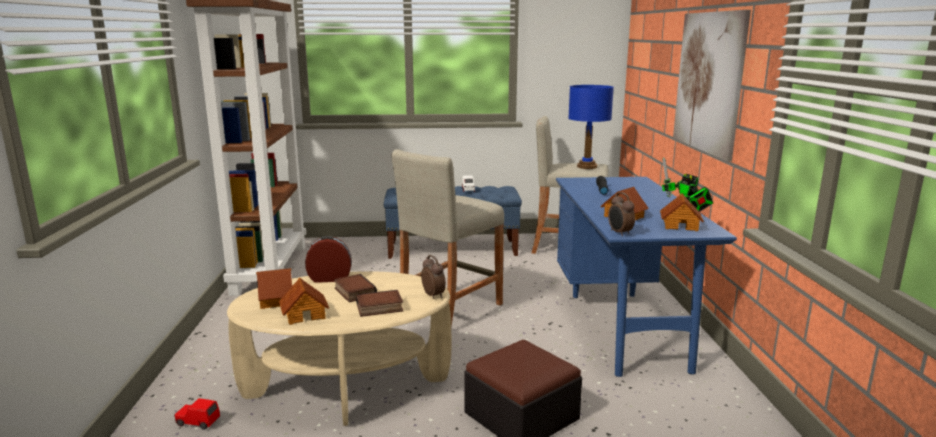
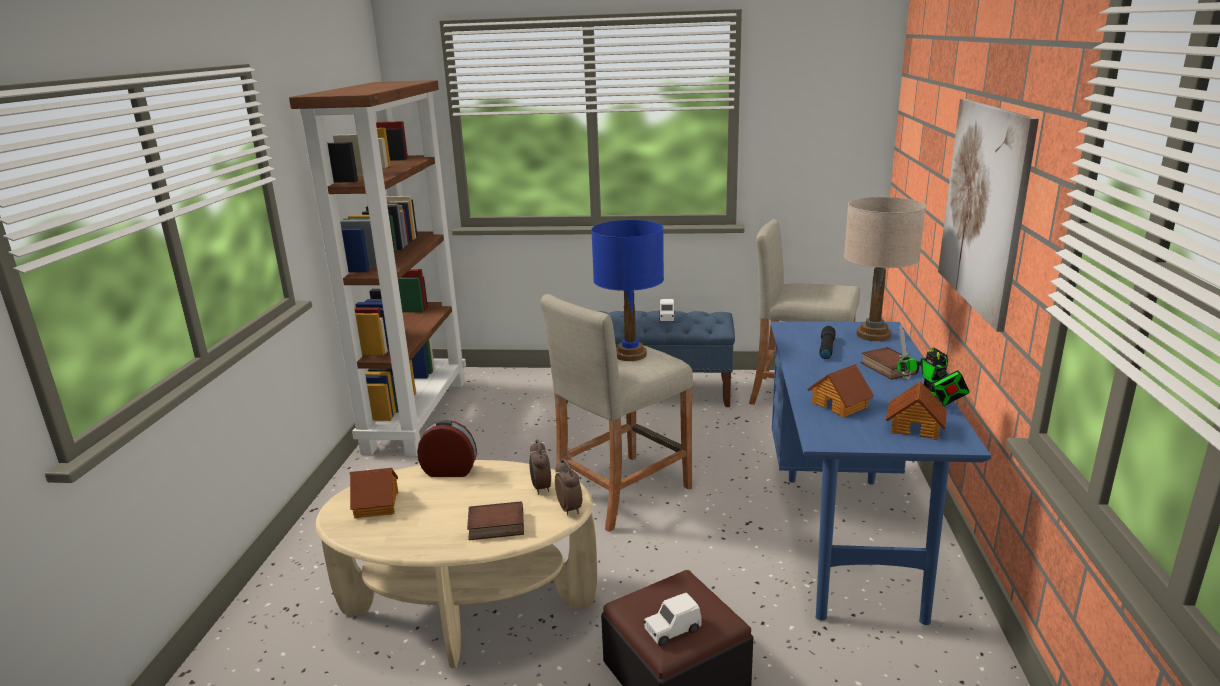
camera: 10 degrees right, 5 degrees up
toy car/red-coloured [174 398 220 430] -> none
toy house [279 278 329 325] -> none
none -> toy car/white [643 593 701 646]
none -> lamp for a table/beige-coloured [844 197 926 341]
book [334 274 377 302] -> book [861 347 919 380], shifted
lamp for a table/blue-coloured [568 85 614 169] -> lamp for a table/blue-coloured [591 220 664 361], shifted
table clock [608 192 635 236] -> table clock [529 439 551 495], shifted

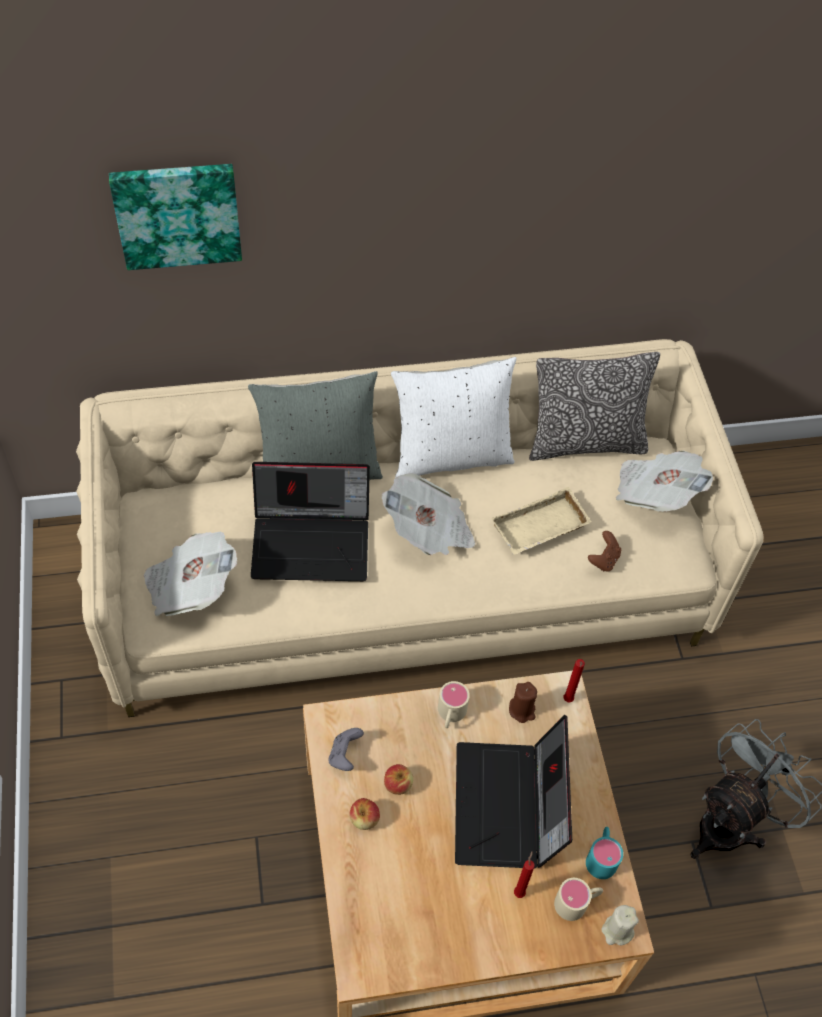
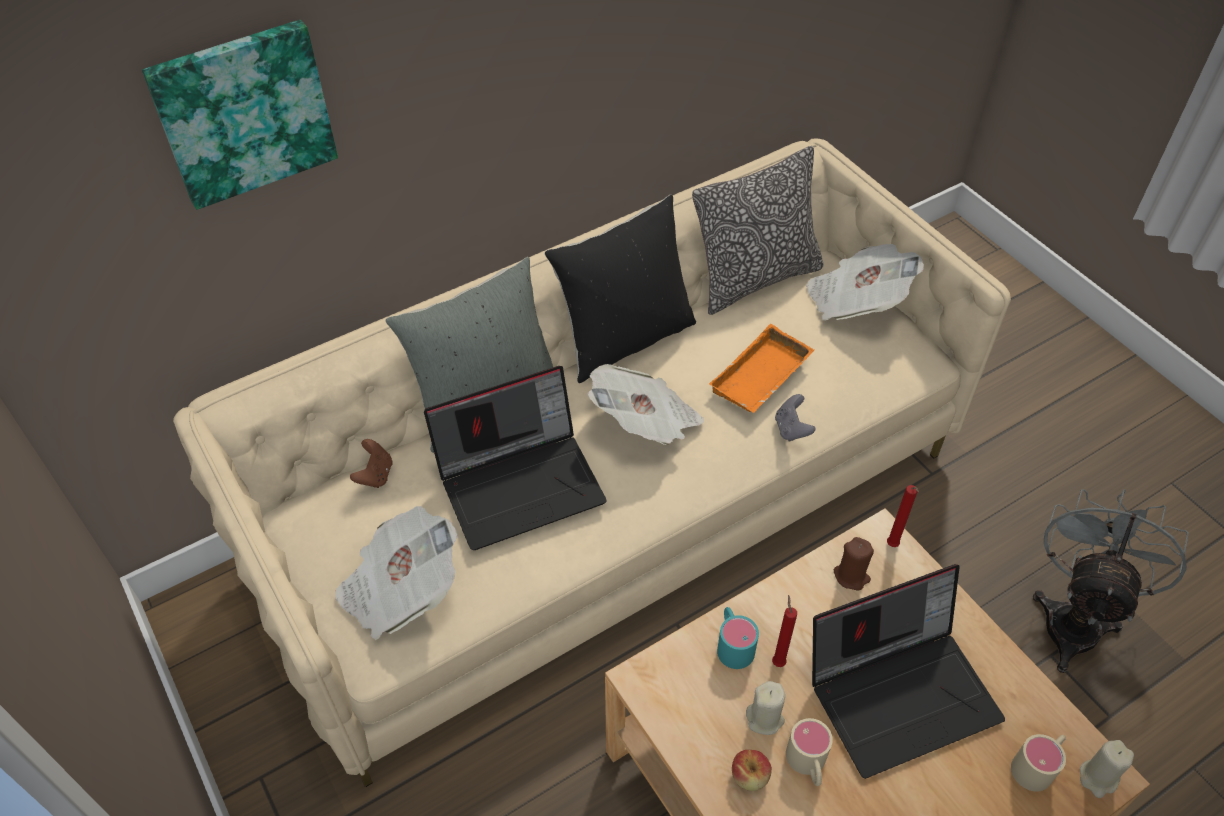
camera: 20 degrees left, 5 degrees down
joypad/greyish [328 728 364 771] -> joypad/greyish [775 394 815 442], shifted
coffee mug/beige-coloured [438 681 470 728] -> coffee mug/beige-coloured [786 718 833 786], shifted
wax light/red-coloured [514 851 535 898] -> wax light/red-coloured [772 595 797 667], shifted
coffee mug/turquoise [586 827 623 879] -> coffee mug/turquoise [717 607 759 669], shifted
joypad/brown-coloured [588 531 621 572] -> joypad/brown-coloured [350 439 393 488], shifted
whole apple [384 764 413 795] -> wax light/beige-coloured [746 681 785 735]
cushion/white [391 357 517 478] -> cushion/black-coloured [545 194 696 383]
carrying tray/beige-coloured [491 487 592 555] -> carrying tray/orange [709 324 814 413]
laptop [455 715 572 869] -> laptop [812 564 1005 779], 90 degrees counterclockwise

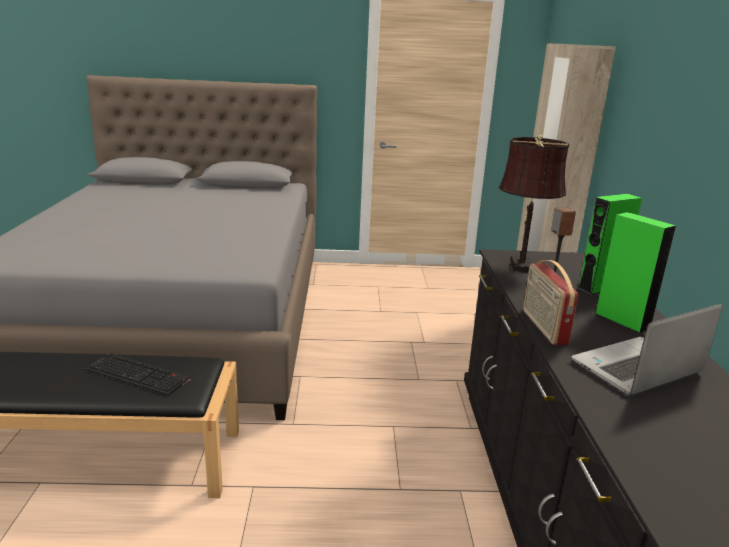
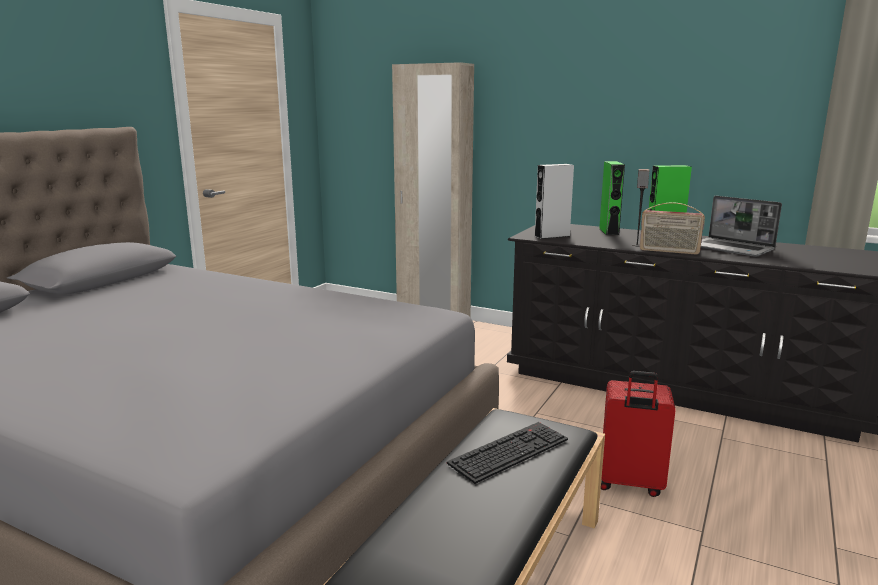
camera: 60 degrees left, 5 degrees down
none -> travel case/red-coloured [601 371 676 497]
lamp for a table/brown-coloured [499 135 569 272] -> audio speaker/greyish [534 164 574 239]
laptop [572 304 723 396] -> laptop [701 196 782 257], 45 degrees counterclockwise

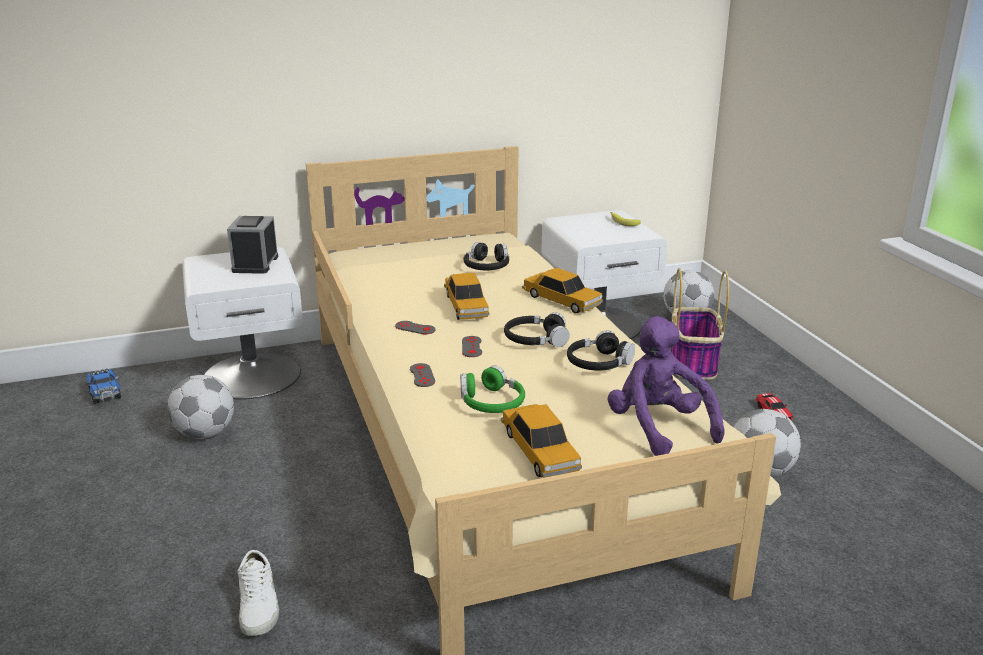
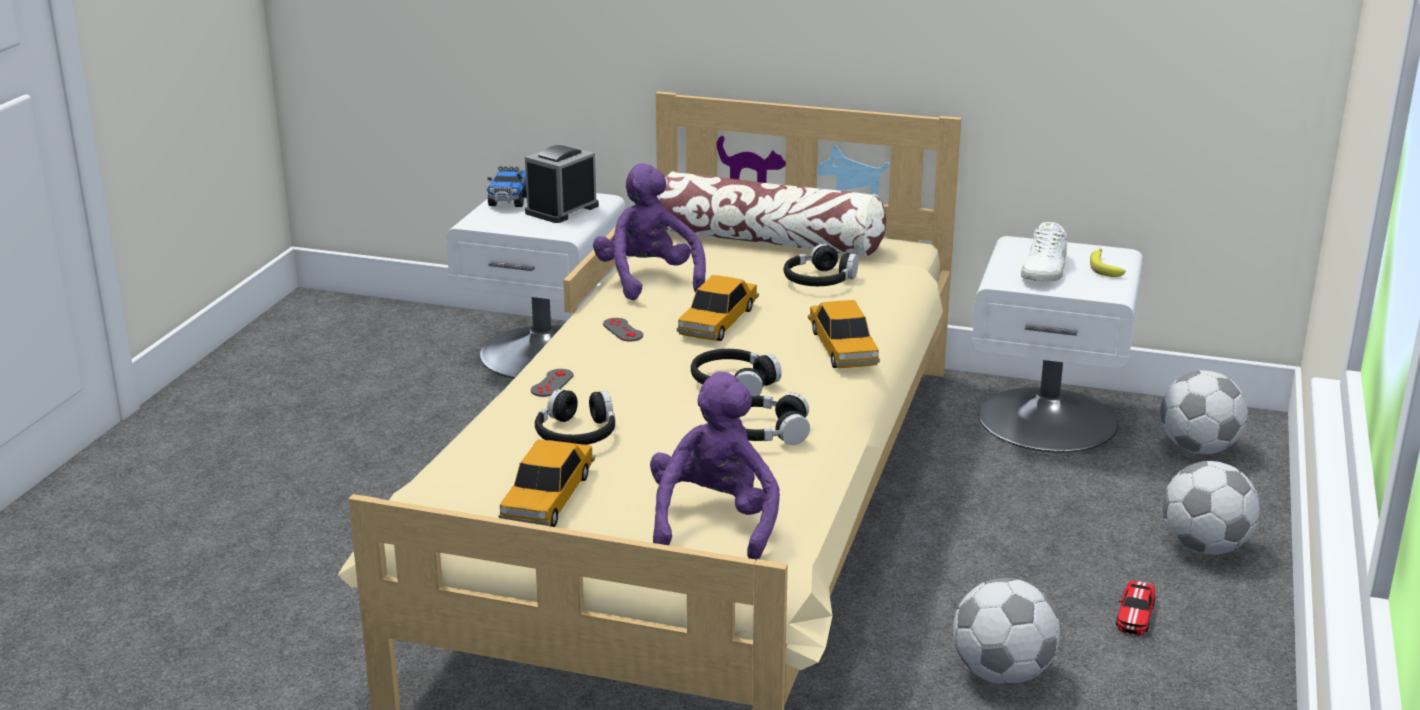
camera: 35 degrees right, 0 degrees up
joypad/greyish [462 336 482 357] -> none
basket [671 268 729 380] -> none
none -> plush toy/purple [593 164 706 301]
none -> cushion [657 171 886 257]
toy truck [86 369 121 404] -> toy truck [487 166 527 207], shifted
football [167 375 234 439] -> football [1163 461 1260 555], shifted
shoe/white [237 550 279 636] -> shoe/white [1021 222 1067 282], shifted
headphones/green-coloured [461 365 525 413] -> headphones/black-coloured [535 389 615 445]

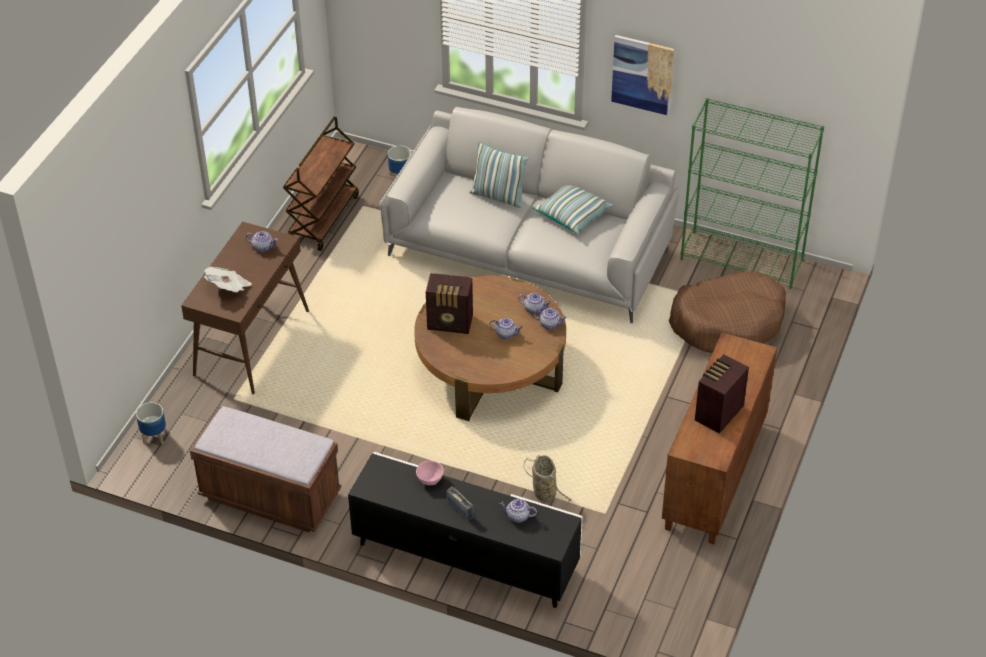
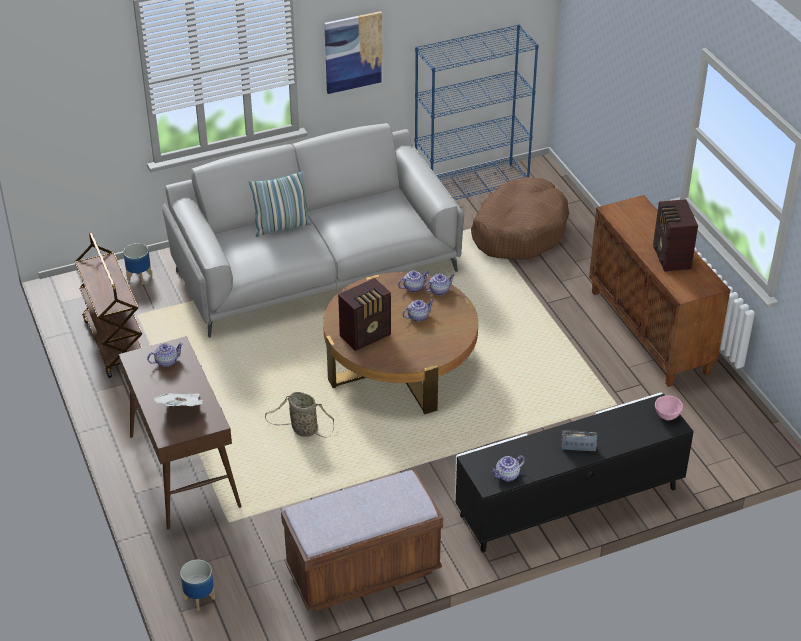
camera: 45 degrees left, 5 degrees down
cushion [533 185 613 234] -> none
serving bowl/pinkish [416 461 444 485] -> serving bowl/pinkish [655 395 683 420], shifted
teapot [499 499 537 523] -> teapot [491 456 525 481], shifted
basket [524 455 572 507] -> basket [265 392 334 438], shifted
shelving unit/green-coloured [681 98 824 289] -> shelving unit/blue-coloured [415 24 539 200]

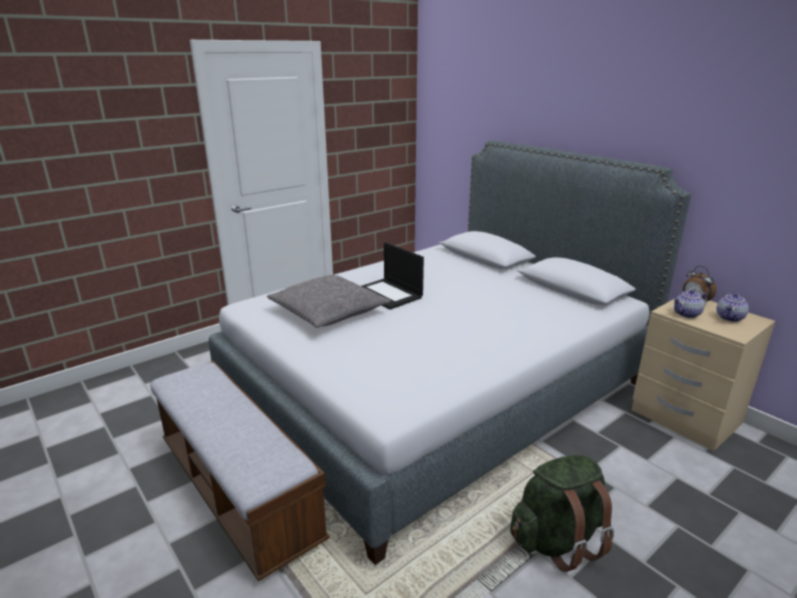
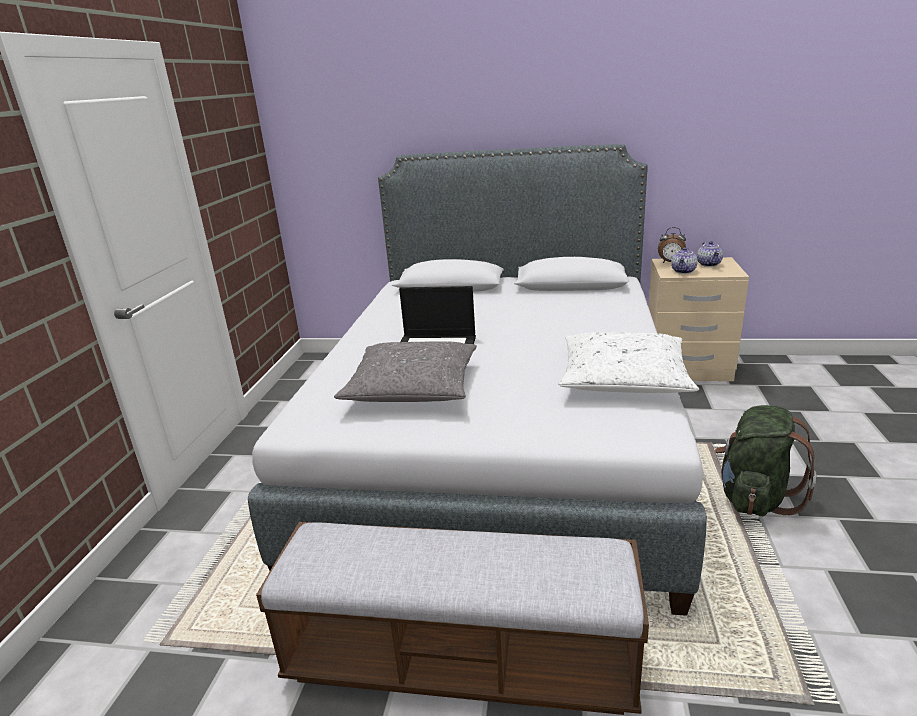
camera: 40 degrees left, 0 degrees up
none -> cushion/white [559 332 699 393]

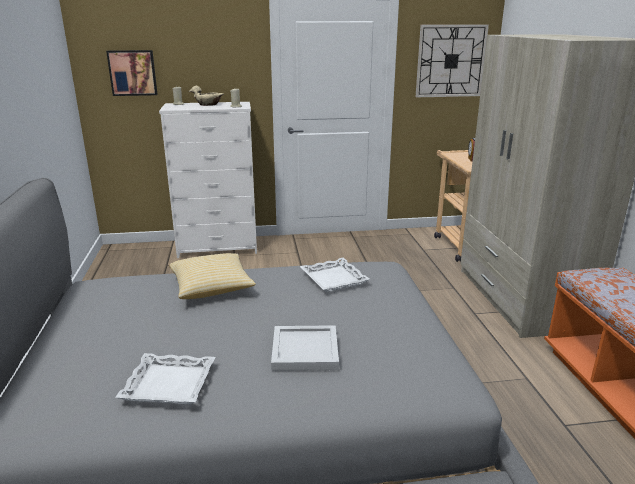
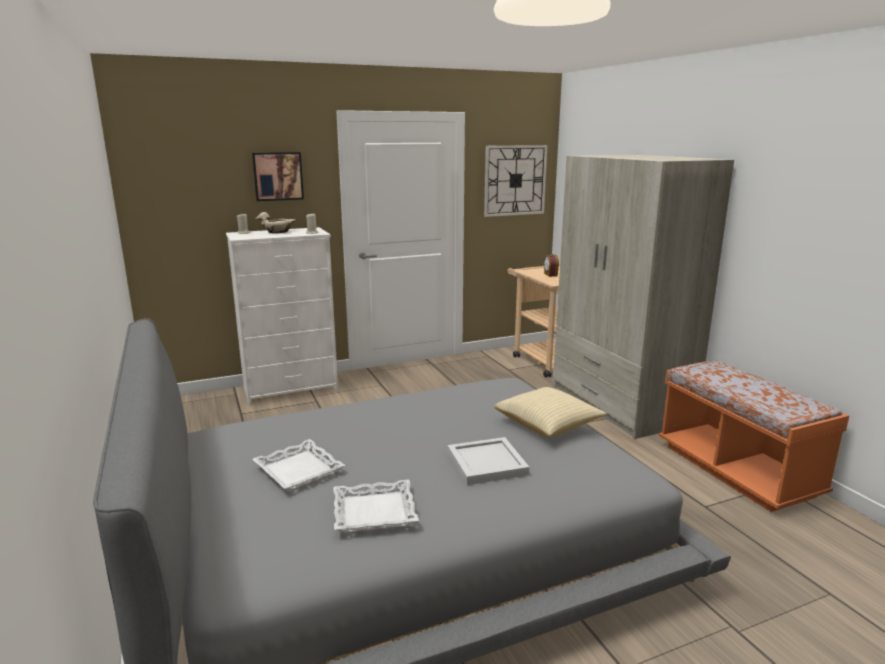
camera: 15 degrees left, 5 degrees down
wall picture [106 50 158 96] -> wall picture [252 152 304 201], shifted
cushion [169 253 256 299] -> cushion [494 387 606 438], shifted
carrying tray/white [300 258 370 292] -> carrying tray/white [253 439 345 491], shifted

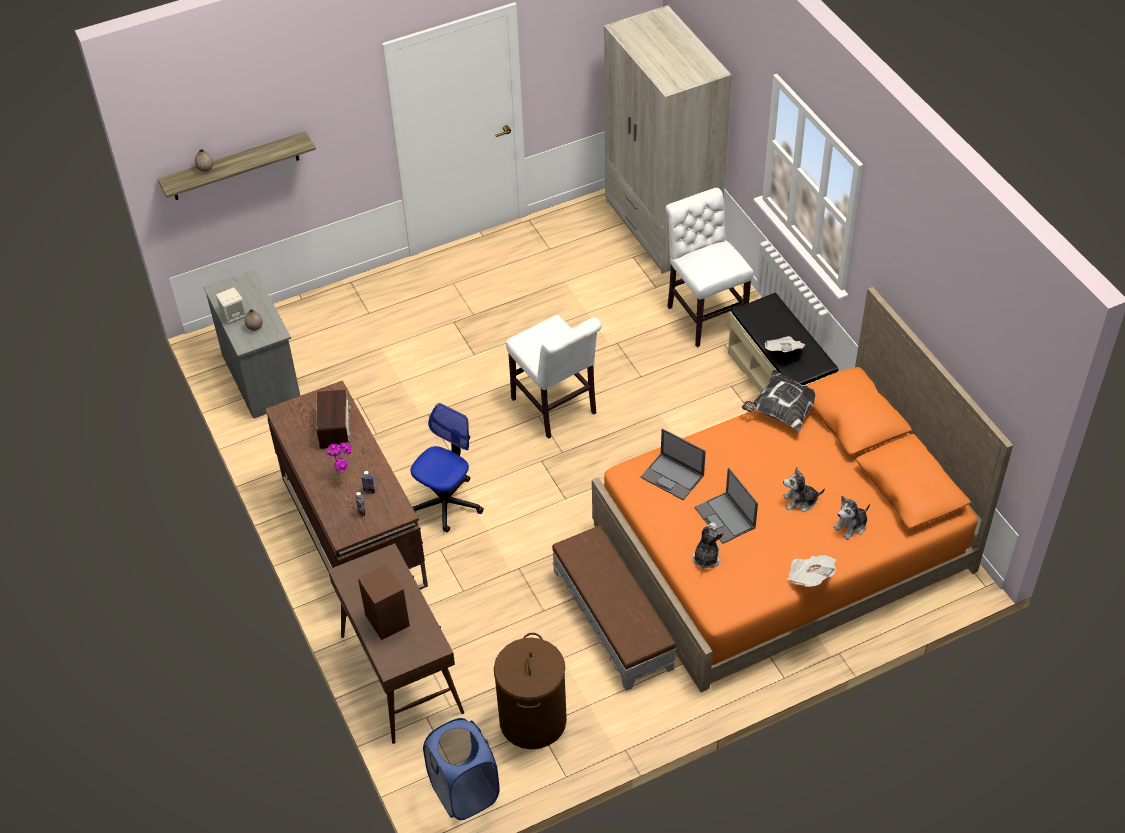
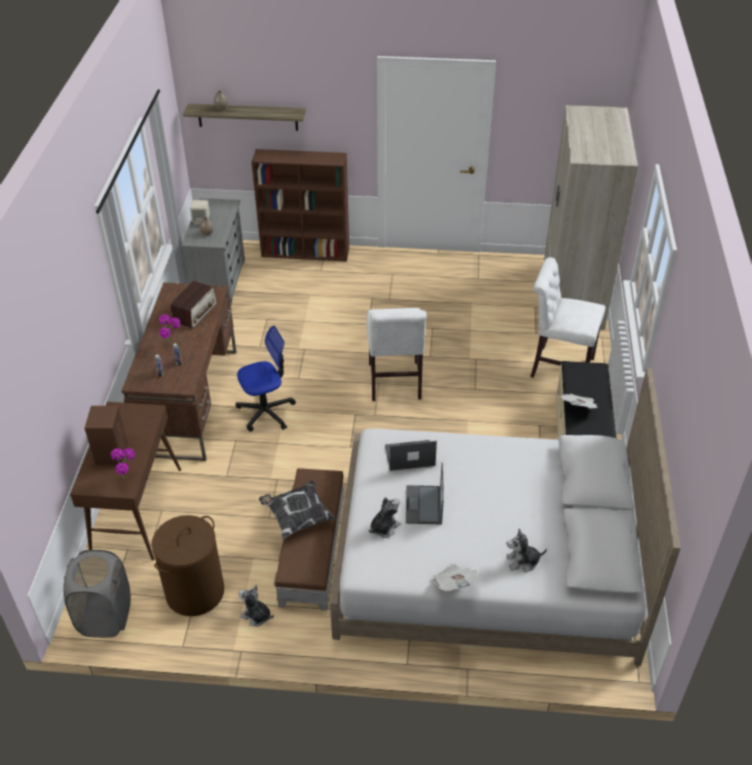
camera: 30 degrees right, 5 degrees down
none -> houseplant [110 448 135 478]
none -> shelving unit/brown-coloured [252 149 349 262]
cushion [742 369 815 431] -> cushion [259 480 336 539], shifted
plush toy [783 467 825 512] -> plush toy [239 584 274 627], shifted
laundry basket/blue-coloured [423 718 500 820] -> laundry basket/greyish [63 550 131 638]
bedroom bed/orange [592 287 1013 692] -> bedroom bed/white [330 368 681 666]
laptop [641 428 706 500] -> laptop [385 440 437 471], 105 degrees clockwise
chair/white [665 188 754 347] -> chair/white [530 257 606 378], 75 degrees counterclockwise

